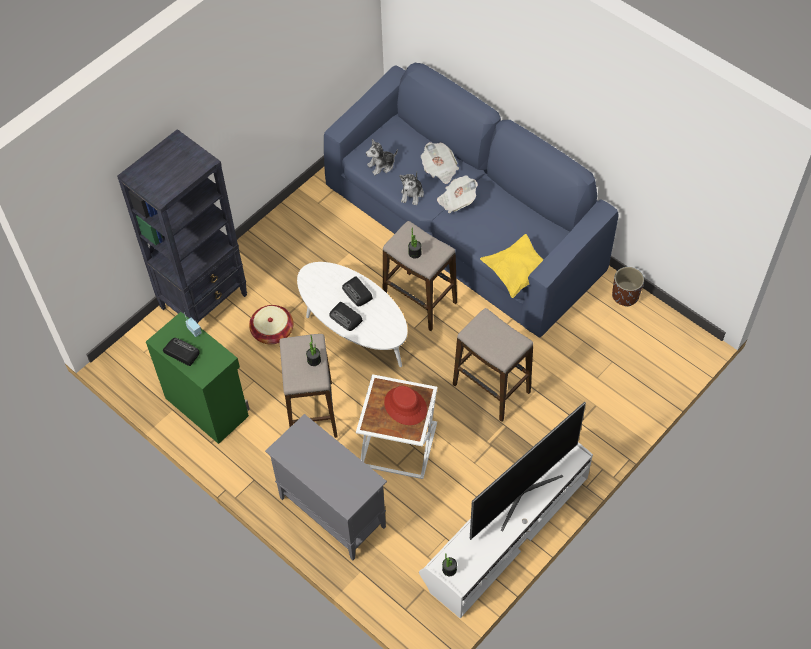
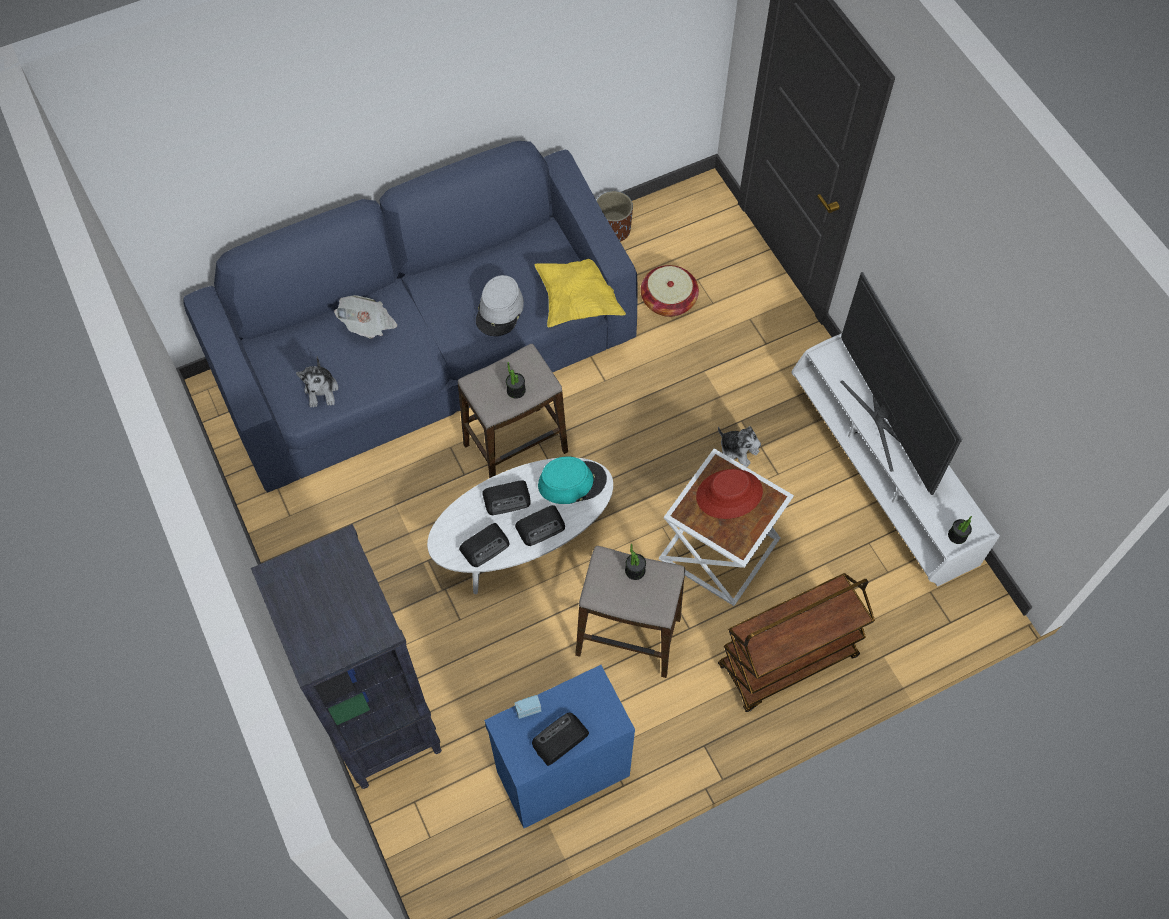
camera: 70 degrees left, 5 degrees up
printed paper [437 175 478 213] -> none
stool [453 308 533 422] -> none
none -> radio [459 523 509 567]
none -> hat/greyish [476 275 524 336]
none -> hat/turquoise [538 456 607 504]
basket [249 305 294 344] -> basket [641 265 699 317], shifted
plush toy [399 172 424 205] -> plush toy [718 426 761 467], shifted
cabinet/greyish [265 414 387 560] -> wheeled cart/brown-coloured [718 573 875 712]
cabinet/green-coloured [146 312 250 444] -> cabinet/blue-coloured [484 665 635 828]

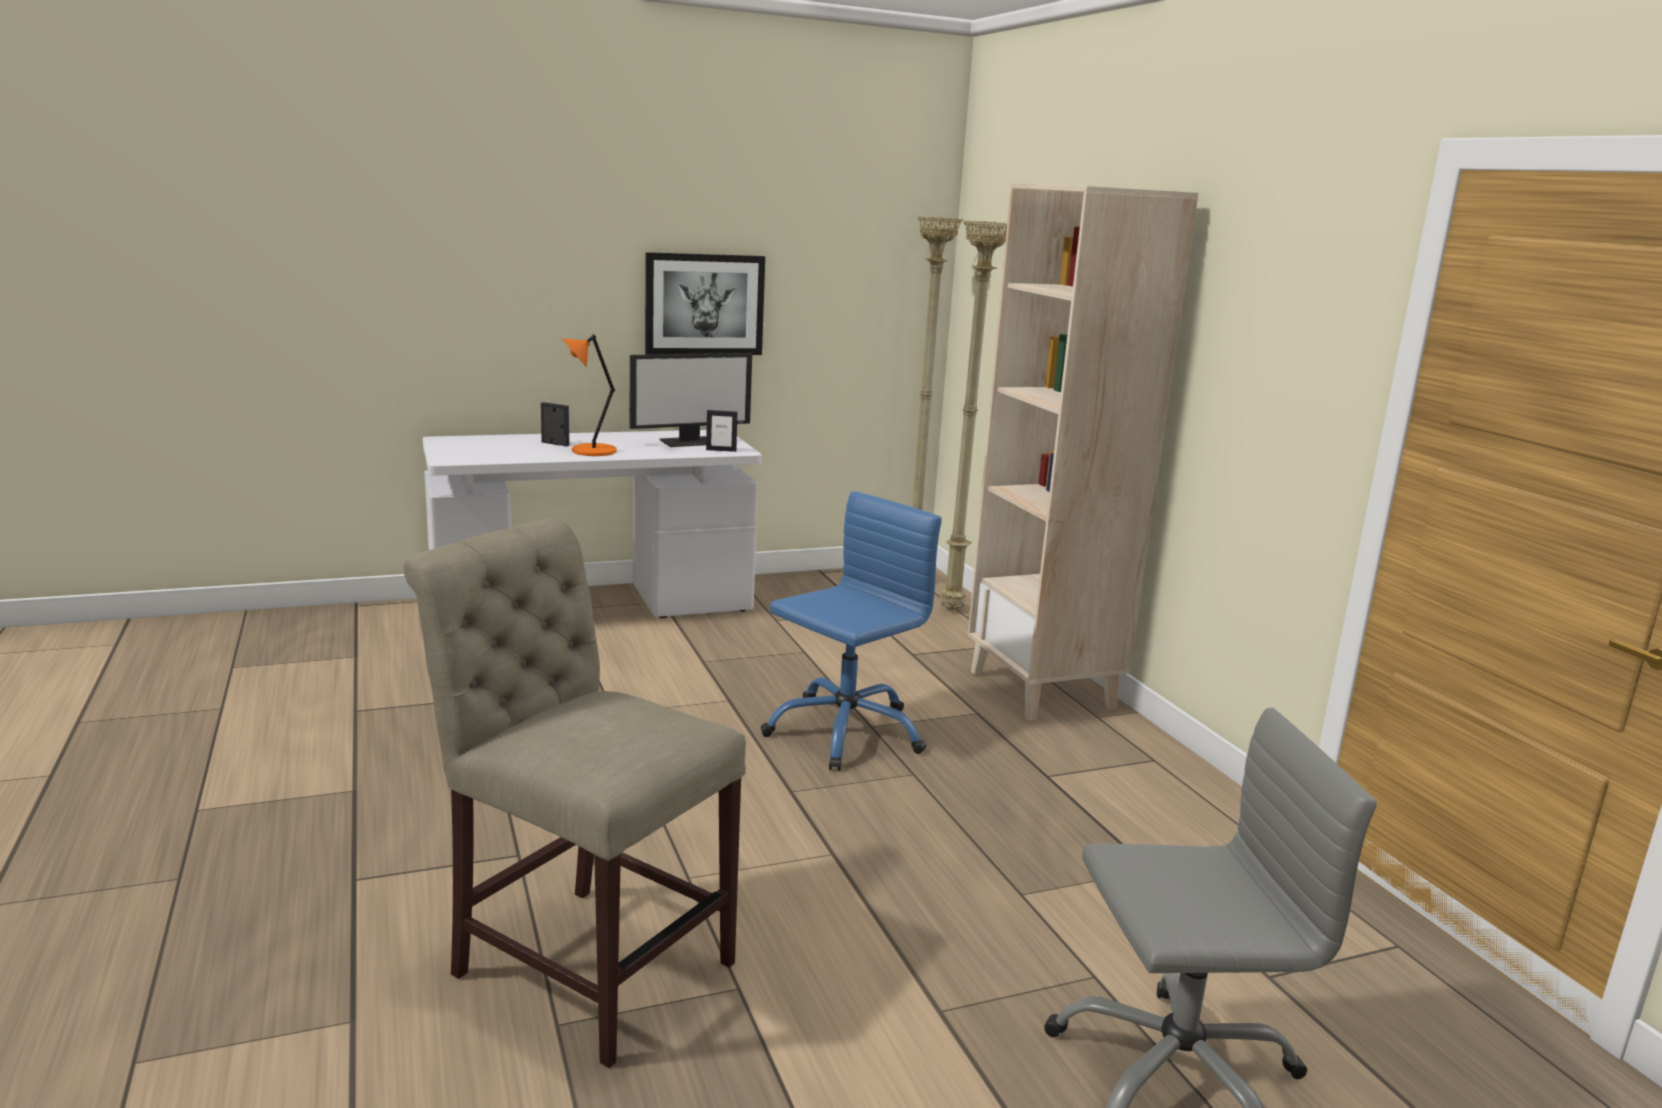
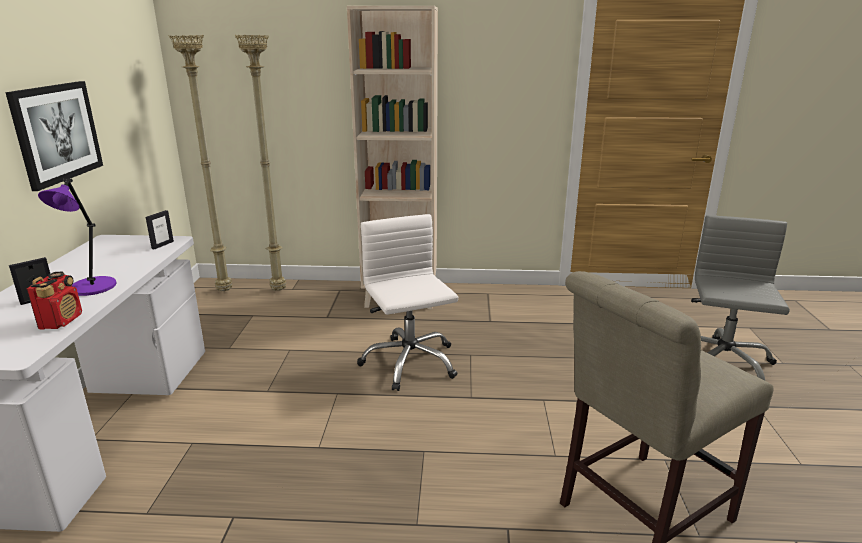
camera: 65 degrees left, 5 degrees up
computer display [630 353 752 447] -> none
none -> radio [27 272 82 330]
lamp for a table/orange [562 334 617 456] -> lamp for a table/purple [38 179 117 296]
computer chair/blue-coloured [761 491 942 771] -> computer chair/white [357 214 458 391]

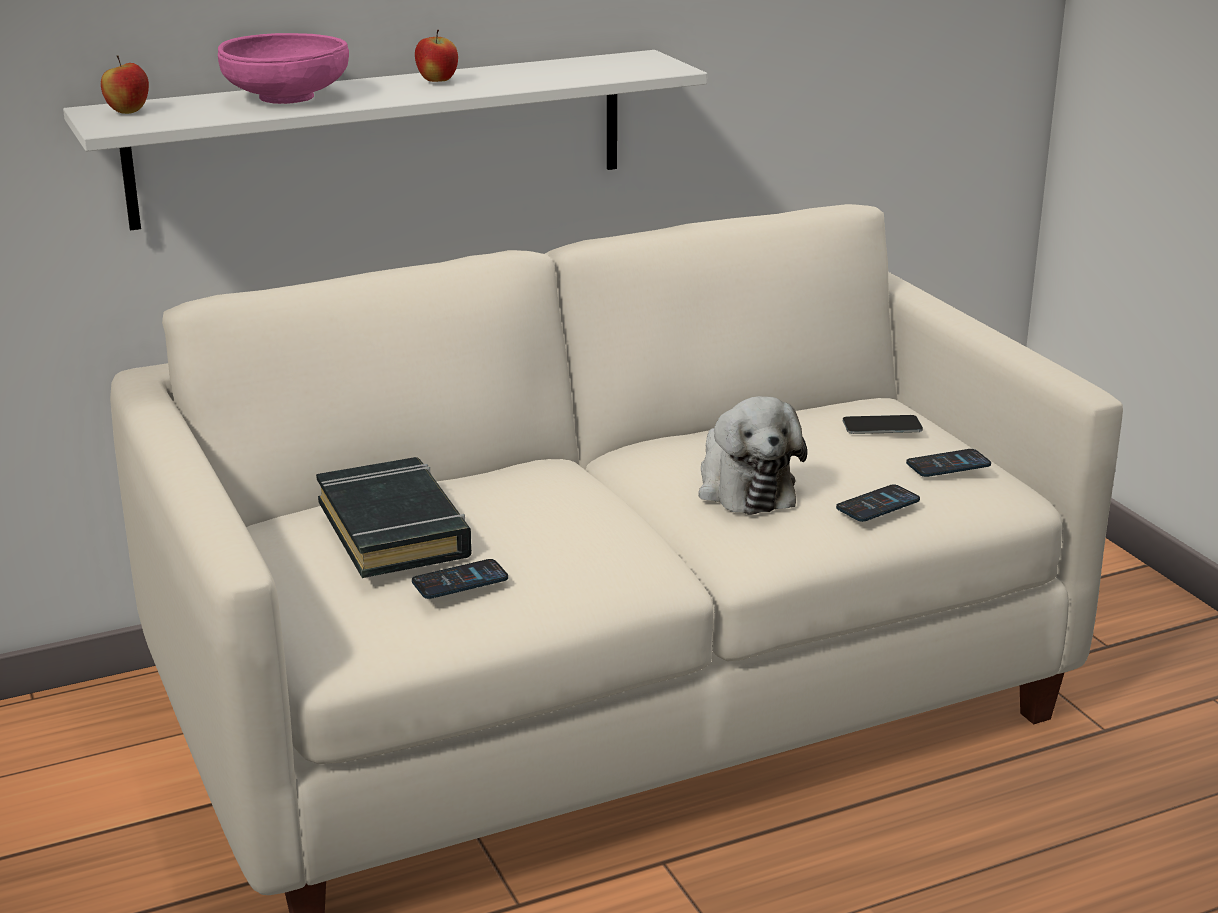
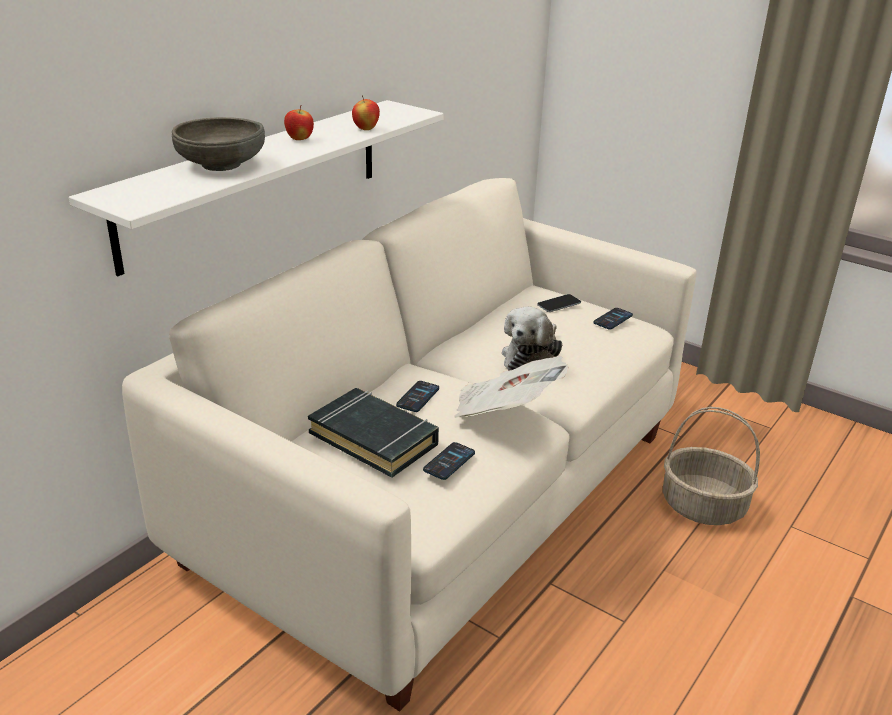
camera: 30 degrees left, 5 degrees up
none -> printed paper [455 356 569 418]
none -> basket [663 407 760 525]
whole apple [101 55 149 114] -> whole apple [352 95 380 130], shifted
handset [836 484 920 522] -> handset [396 381 439 412], shifted
serving bowl/pinkish [218 33 349 104] -> serving bowl/greyish [172 117 265 171]
plush toy [698 396 807 515] -> plush toy [502 307 562 370], 75 degrees clockwise

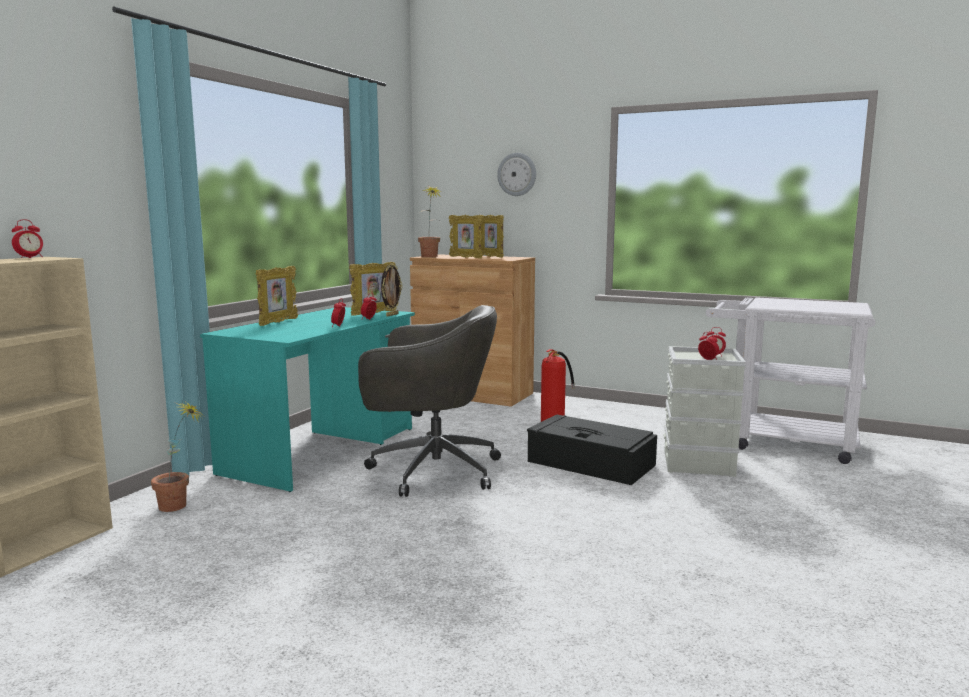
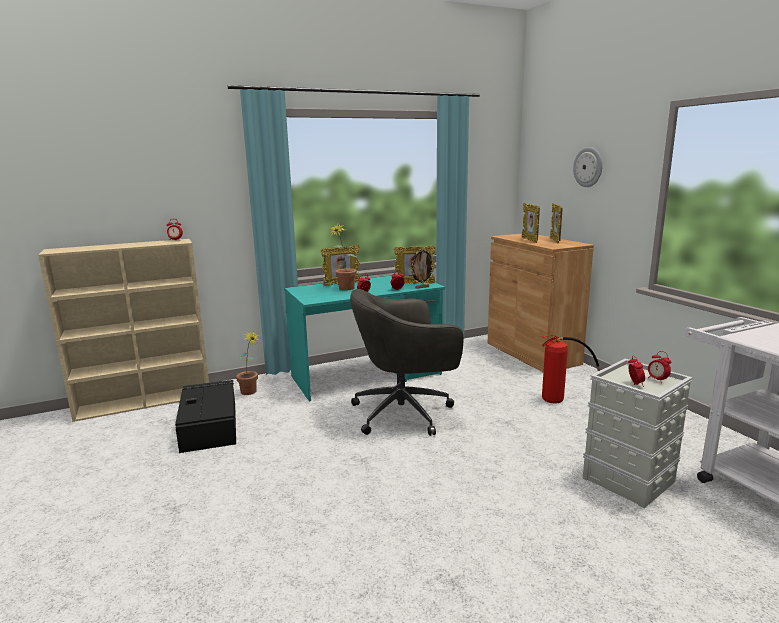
camera: 40 degrees right, 5 degrees up
houseplant [418 185 442 257] -> houseplant [329 224 357 290], shifted
storage bin/black-coloured [527 414 657 485] -> storage bin/black-coloured [175 380 236 453], shifted
computer chair/greyish [358 305 501 497] -> computer chair/greyish [350 289 463 436], 120 degrees clockwise

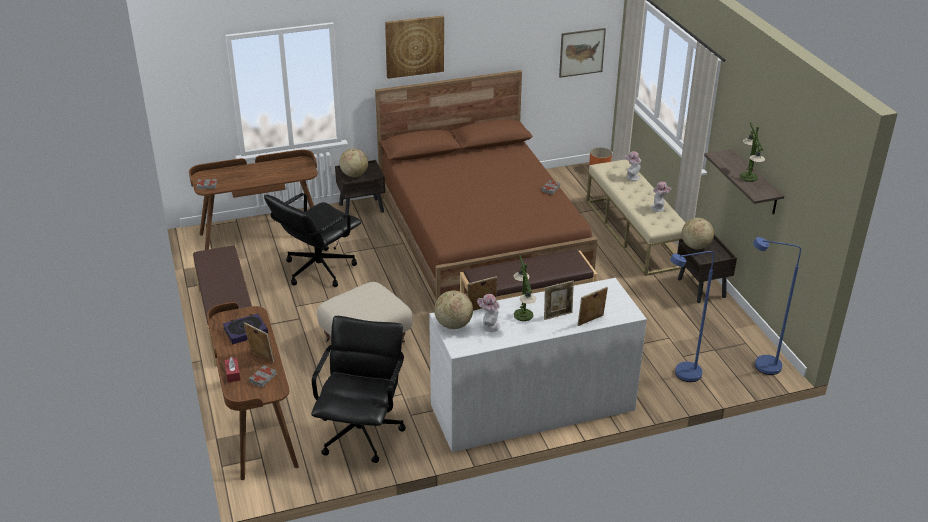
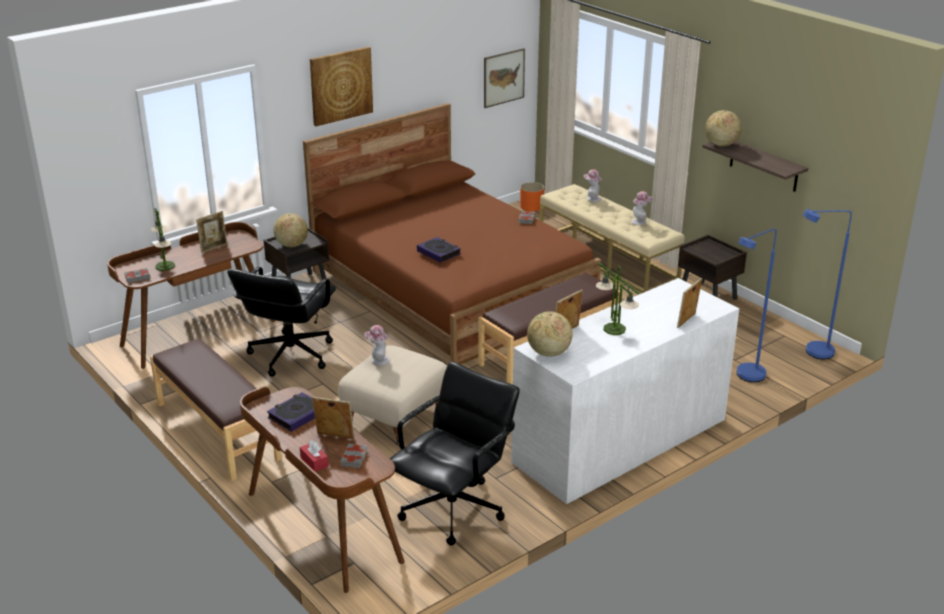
camera: 20 degrees left, 5 degrees down
none -> book [417 237 461 263]
hat [477 294 500 332] -> hat [364 325 390 365], shifted
photo frame [544 280 574 320] -> photo frame [196 211 228 253], shifted
globe [682 218 714 249] -> globe [705 110 742 146], shifted
lamp for a table [740 123 765 182] -> lamp for a table [151 208 175 271], shifted
computer chair/black-coloured [311 316 406 463] -> computer chair/black-coloured [390 362 520 545], 45 degrees clockwise

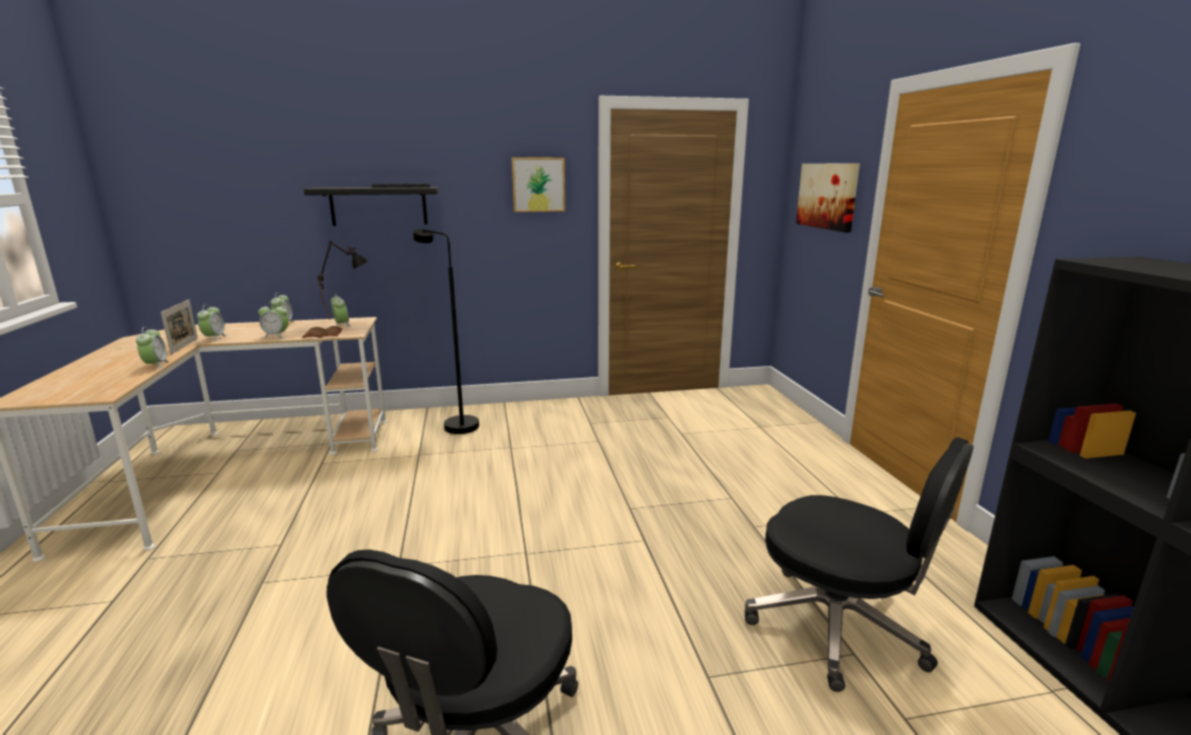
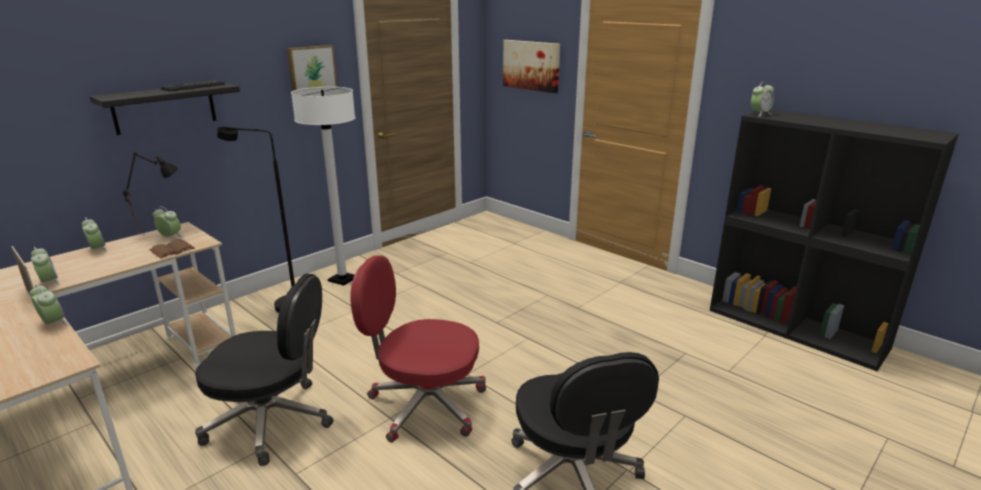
camera: 35 degrees left, 5 degrees up
none -> standing lamp/white [291 87 355 286]
none -> computer chair/red-coloured [350 256 486 443]
table clock [258 302 288 338] -> table clock [751 81 774 116], shifted
computer chair/black-coloured [745 437 973 692] -> computer chair/black-coloured [195 273 334 466], shifted

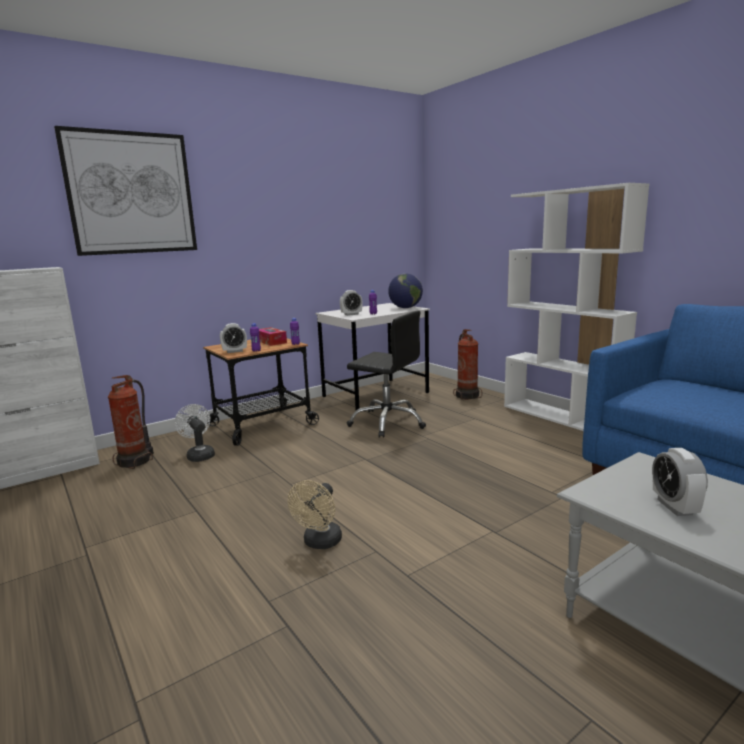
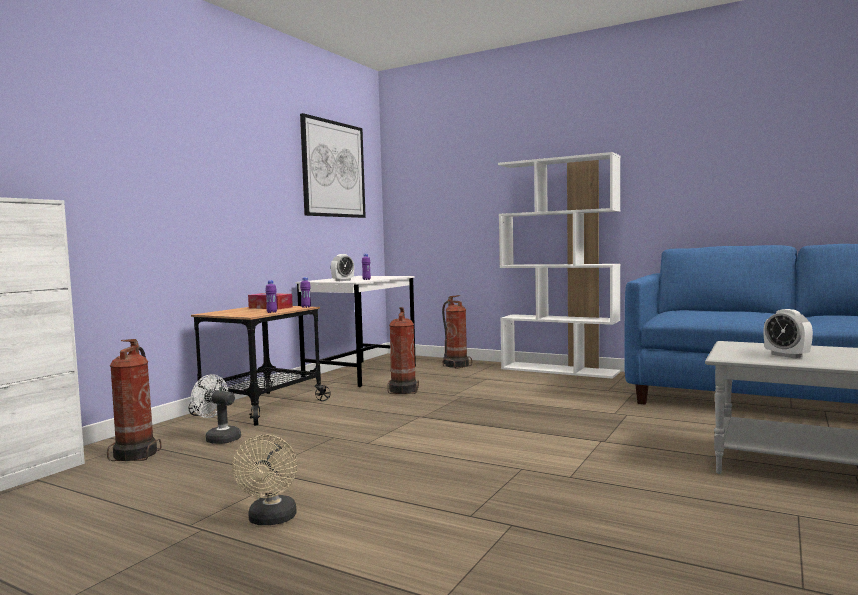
camera: 25 degrees left, 10 degrees down
table clock [220 323 247 353] -> none
globe [388 273 423 308] -> none
wall picture [54 126 197 256] -> wall picture [300 113 366 218], shifted
electric fan/beige-coloured [288 480 342 549] -> electric fan/beige-coloured [232 434 297 525], shifted
computer chair/black-coloured [347 310 426 438] -> fire extinguisher [387 307 419 394]

